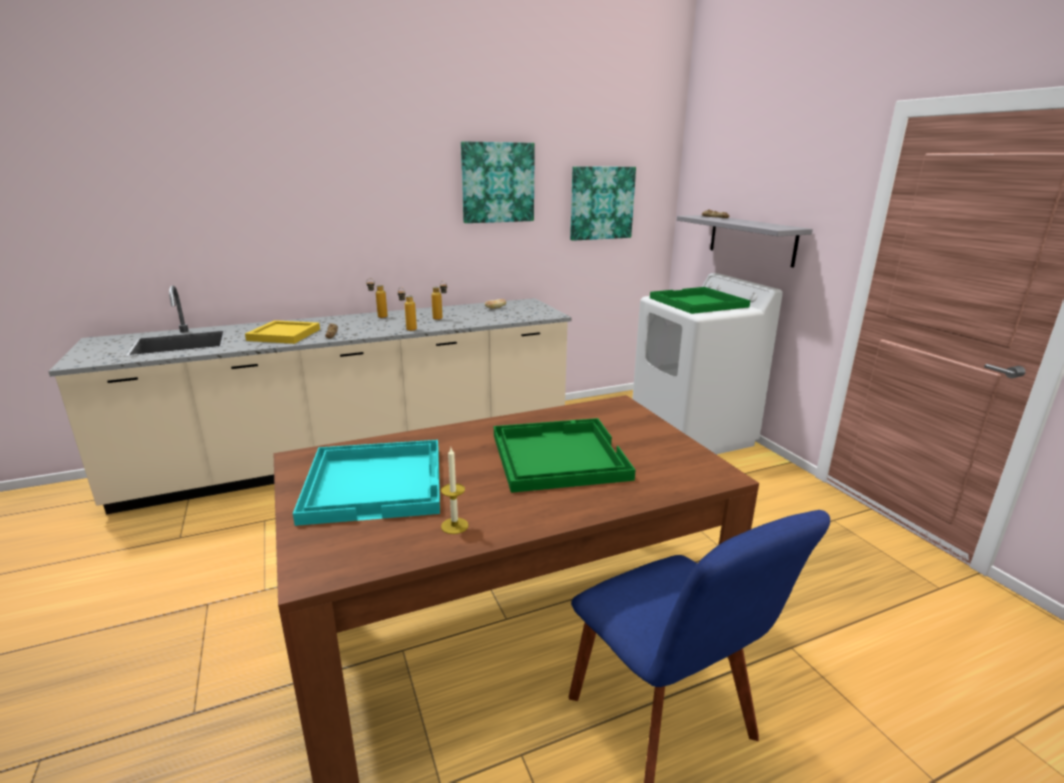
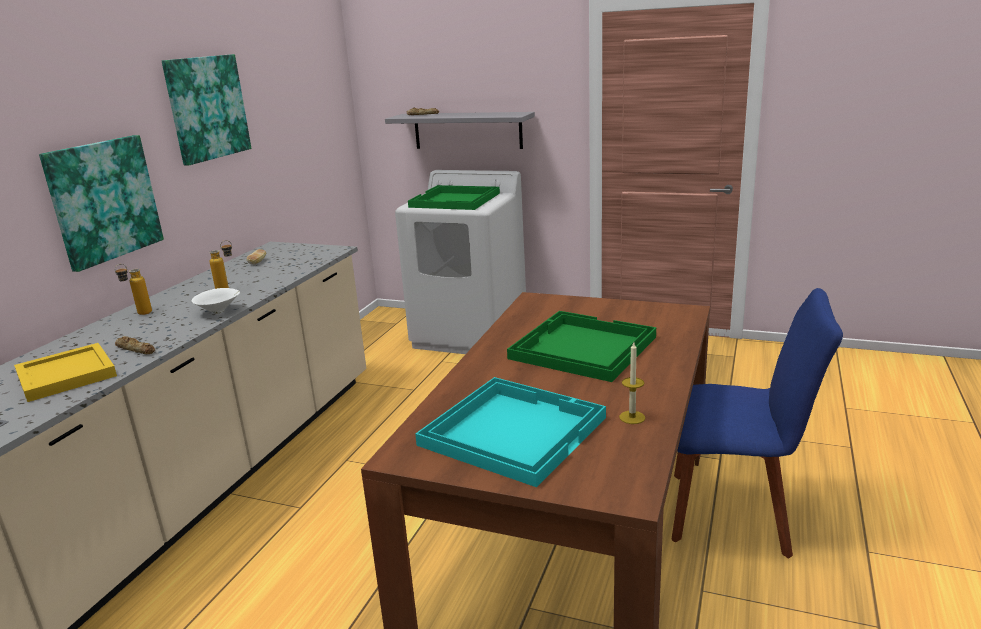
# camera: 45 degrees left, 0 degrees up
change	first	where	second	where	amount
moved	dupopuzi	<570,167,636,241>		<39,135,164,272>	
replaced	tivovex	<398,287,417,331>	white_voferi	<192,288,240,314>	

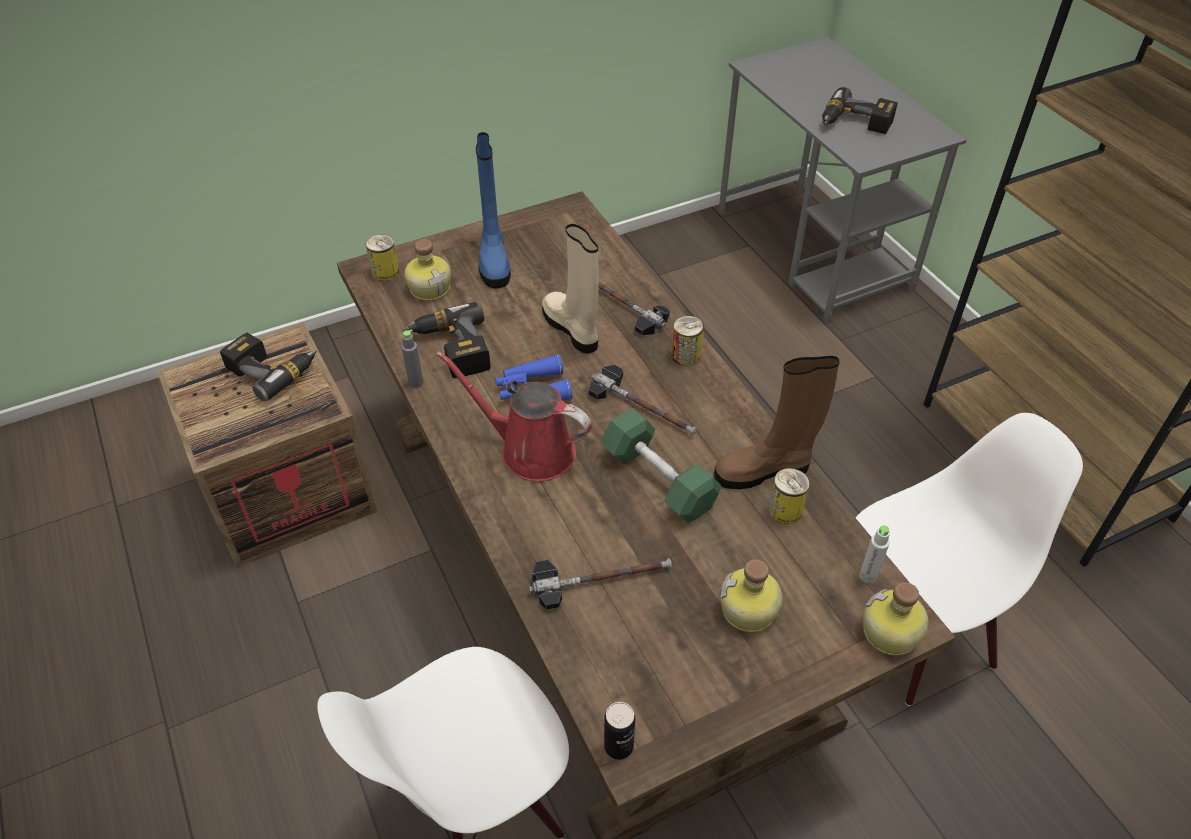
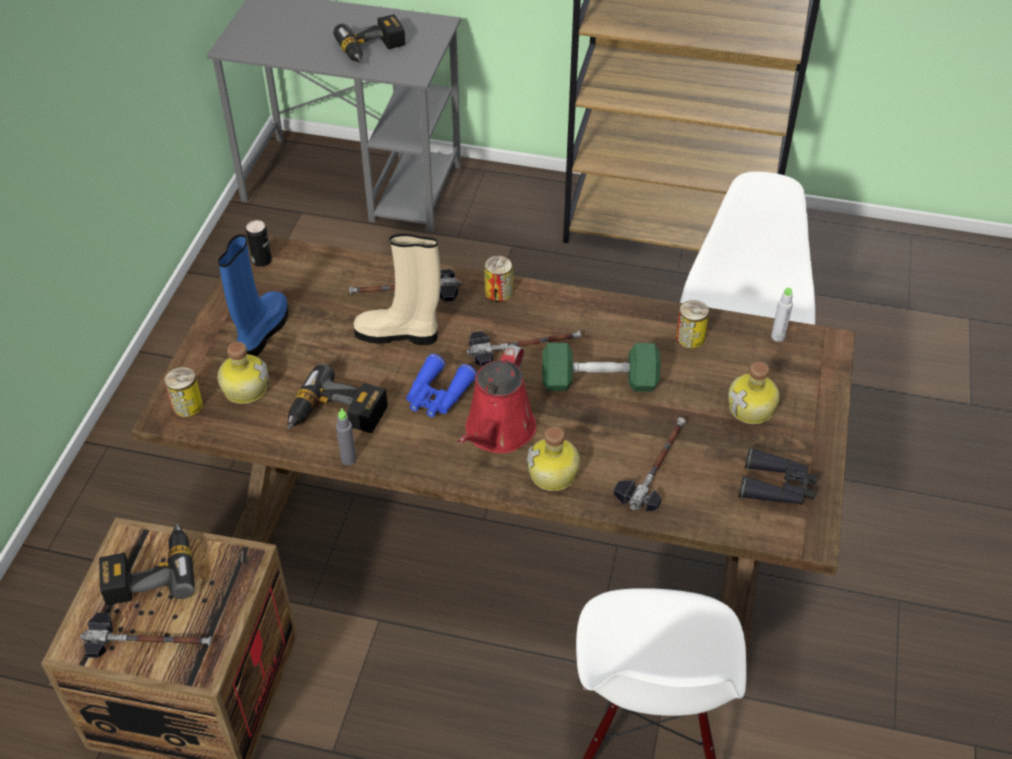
# camera: 50 degrees left, 0 degrees up
change	first	where	second	where	amount
added			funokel	<81,613,212,658>	
turned	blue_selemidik	<476,132,511,288>		<218,234,288,357>	105 degrees counterclockwise
moved	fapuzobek	<604,702,635,760>		<246,220,272,267>	
turned	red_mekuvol	<436,351,592,482>		<458,344,536,454>	45 degrees counterclockwise
moved	tivovex	<863,582,928,655>		<527,427,580,491>	
added			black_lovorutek	<739,448,818,505>	
removed	brown_selemidik	<714,356,840,489>			

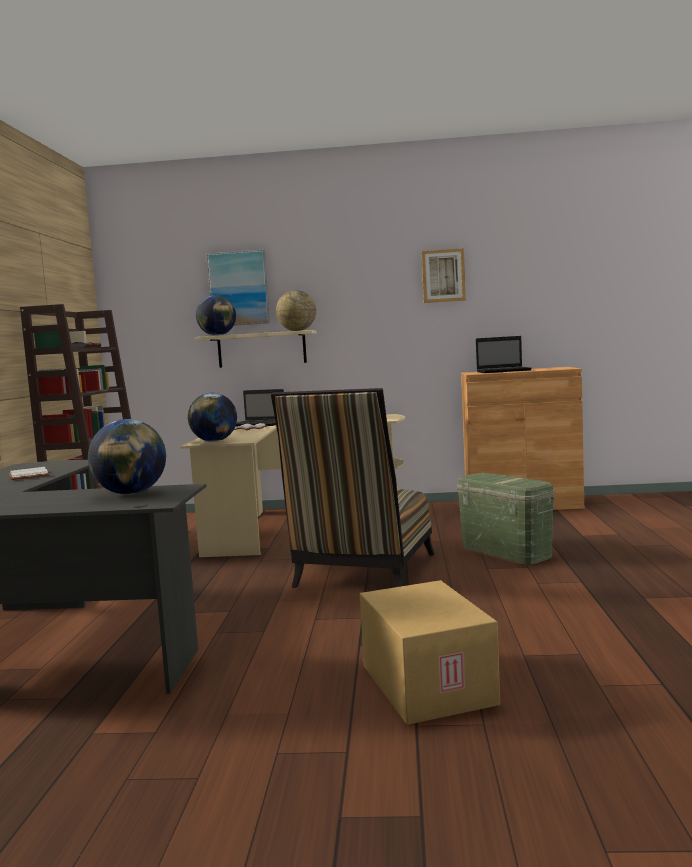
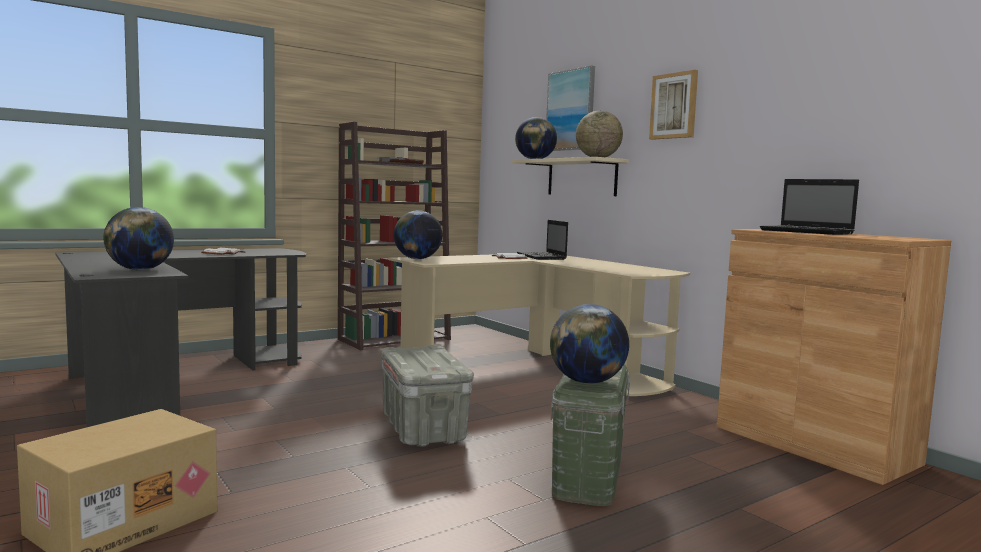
# camera: 50 degrees right, 0 degrees up
change	first	where	second	where	amount
replaced	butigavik	<271,388,435,588>	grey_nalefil	<381,345,474,447>	
added			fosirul	<550,304,629,384>	
moved	dupopuzi	<422,248,466,303>		<649,70,698,140>	

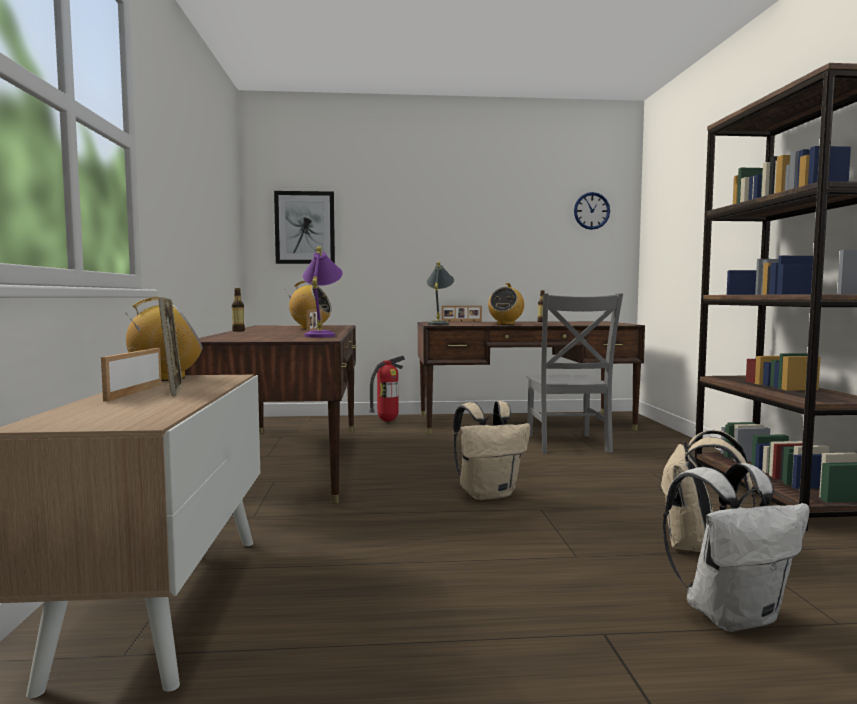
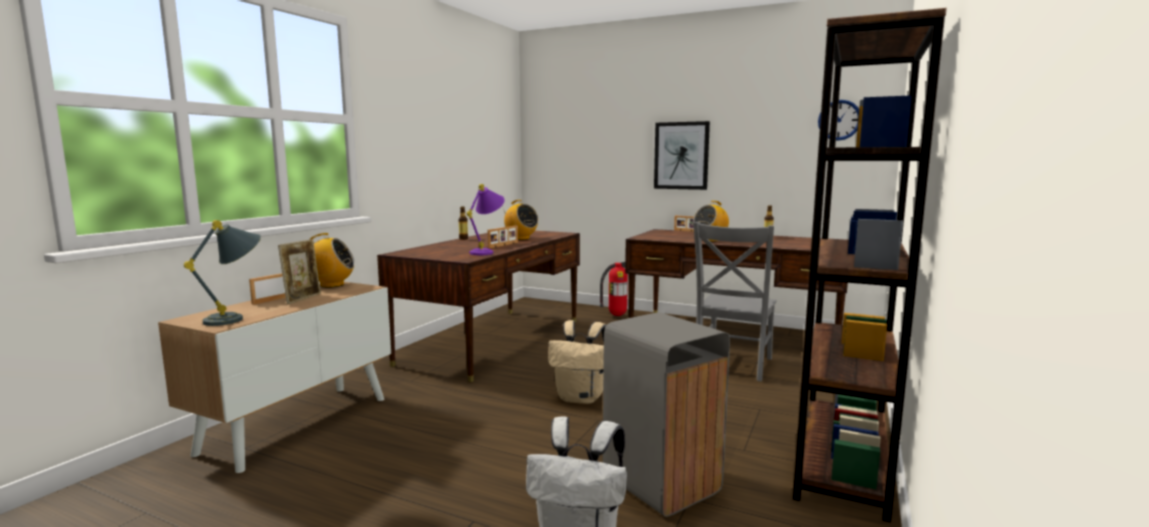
# camera: 30 degrees right, 5 degrees up
change	first	where	second	where	amount
moved	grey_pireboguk	<426,261,454,325>		<184,220,261,326>	
replaced	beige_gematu	<659,430,755,552>	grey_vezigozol	<603,312,730,517>	
moved	dupopuzi	<274,191,335,264>		<654,121,710,190>	

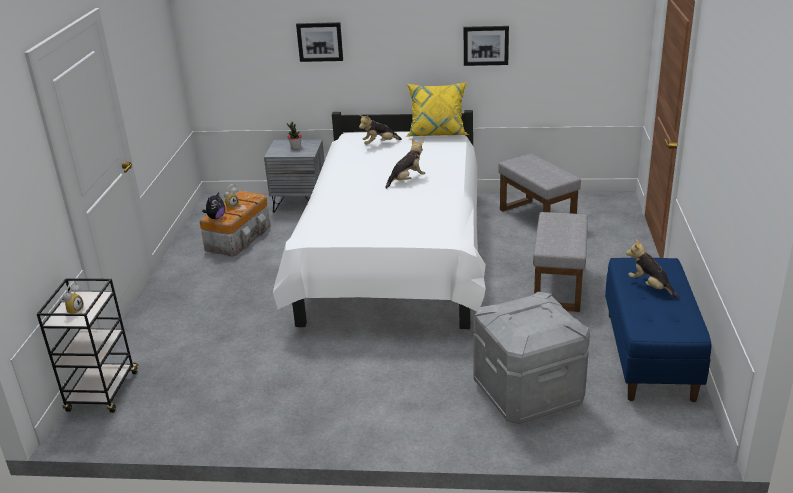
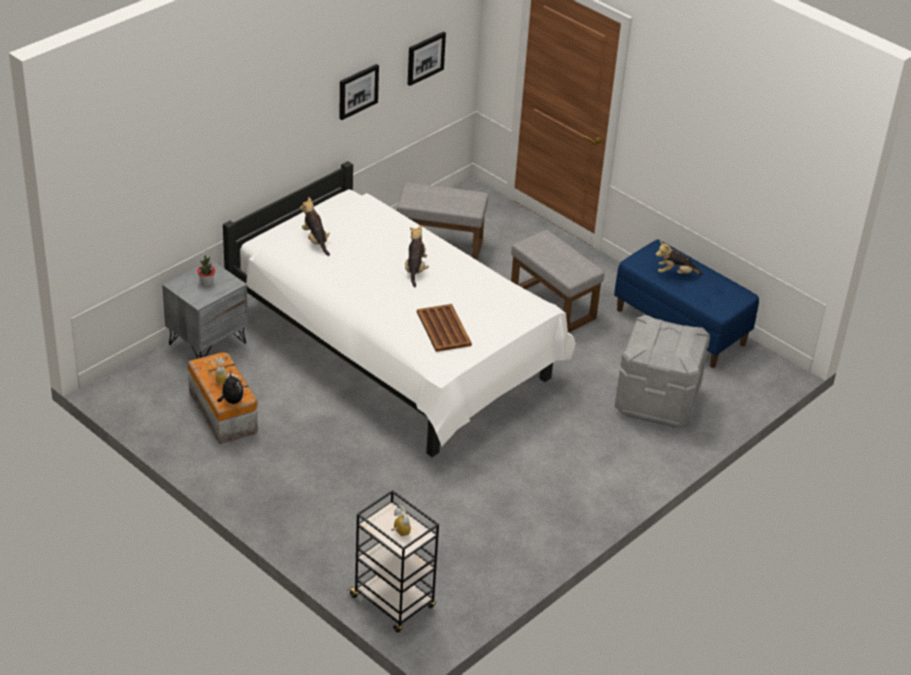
# camera: 55 degrees left, 10 degrees up
change	first	where	second	where	amount
turned	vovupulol	<359,115,402,145>		<300,197,330,256>	135 degrees clockwise
moved	dupopuzi	<296,22,343,62>		<408,32,446,86>	
added			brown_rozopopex	<417,304,472,352>	
removed	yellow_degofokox	<407,82,469,136>			

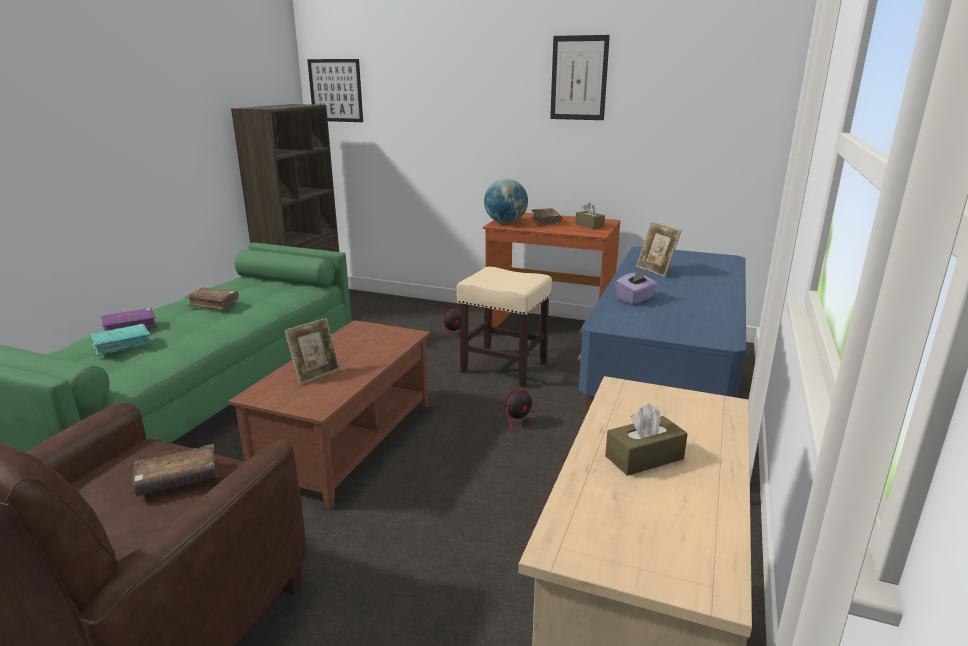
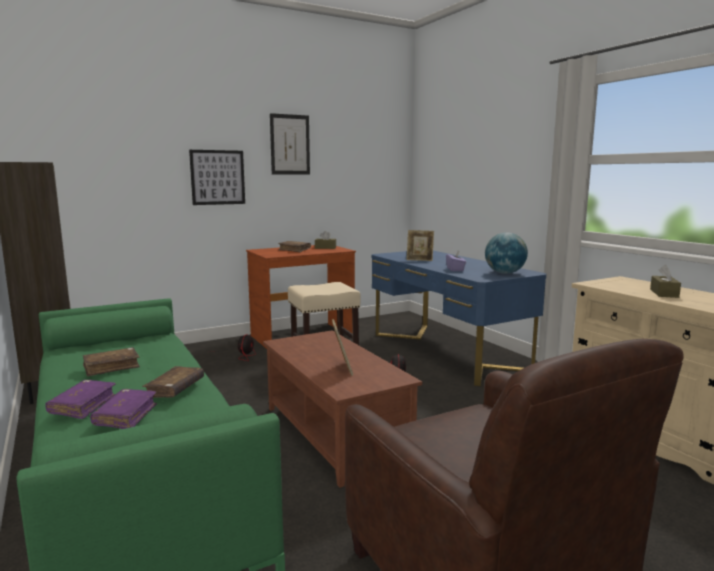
# camera: 50 degrees left, 10 degrees down
change	first	where	second	where	amount
recoloured	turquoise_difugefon	<90,324,152,356>	purple_difugefon	<90,389,157,429>	
moved	brown_difugefon	<132,444,218,496>		<142,366,204,398>	
moved	dupopuzi	<307,59,363,122>		<189,150,245,205>	
moved	fosirul	<484,179,528,224>		<485,232,528,274>	

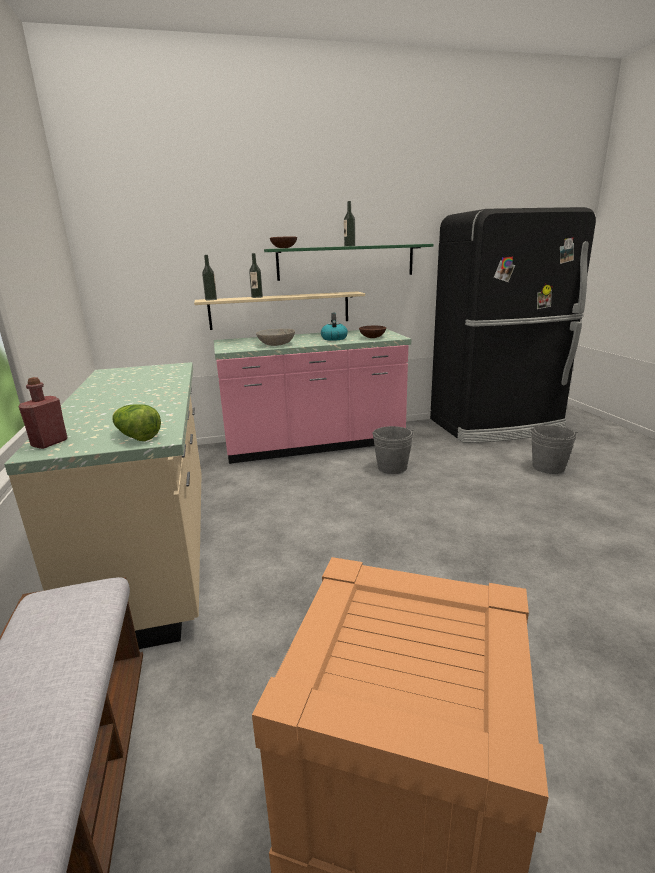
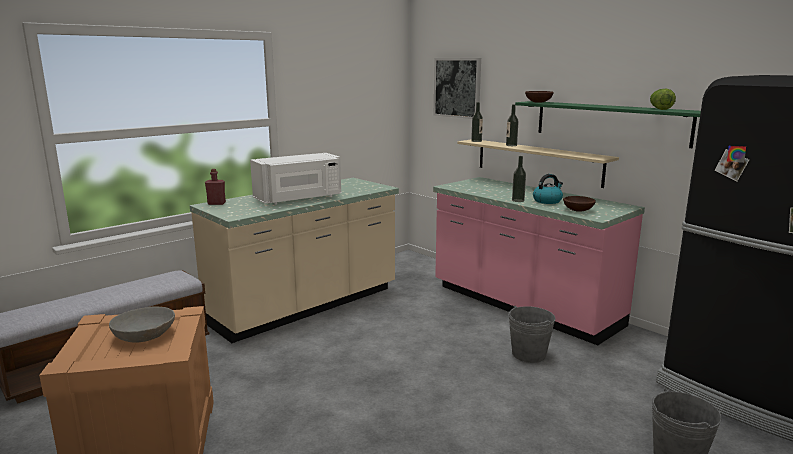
# camera: 60 degrees right, 5 degrees down
change	first	where	second	where	amount
moved	grey_voferi	<256,329,295,346>		<109,307,175,343>	
added			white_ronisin	<250,153,341,205>	
added			dupopuzi	<434,58,481,119>	
moved	tivovex	<344,201,355,246>		<512,156,526,202>	
moved	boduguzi	<113,404,161,441>		<650,89,676,110>	

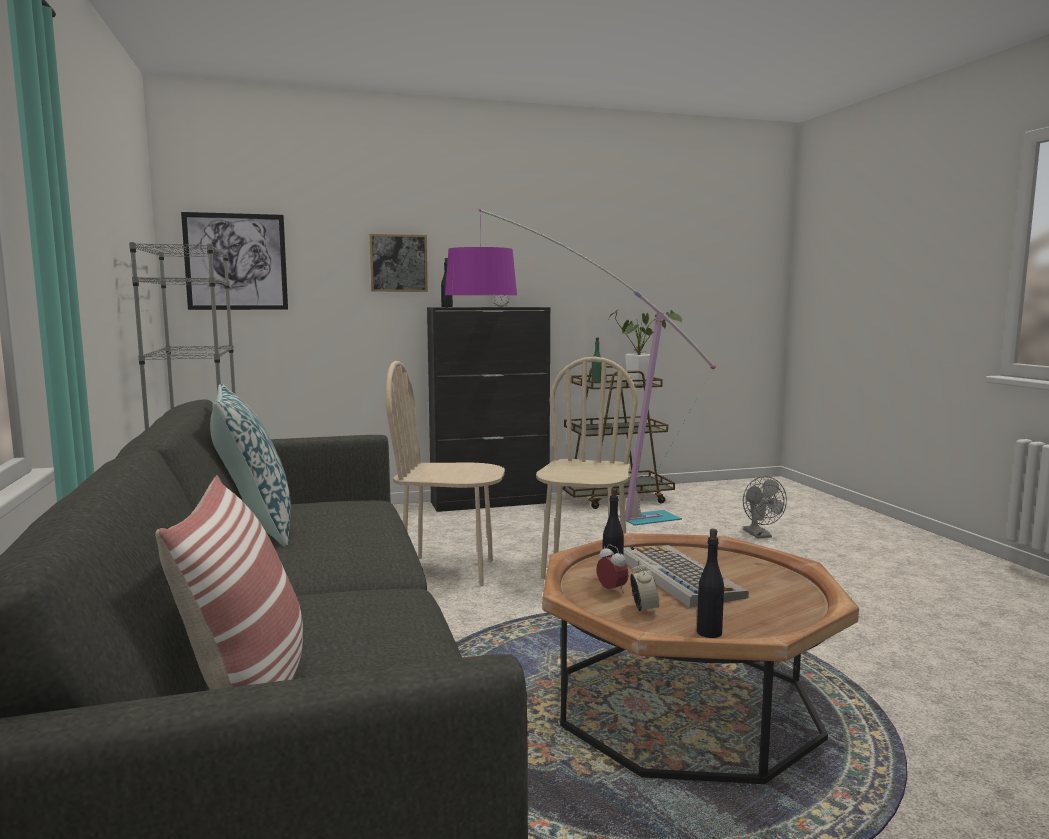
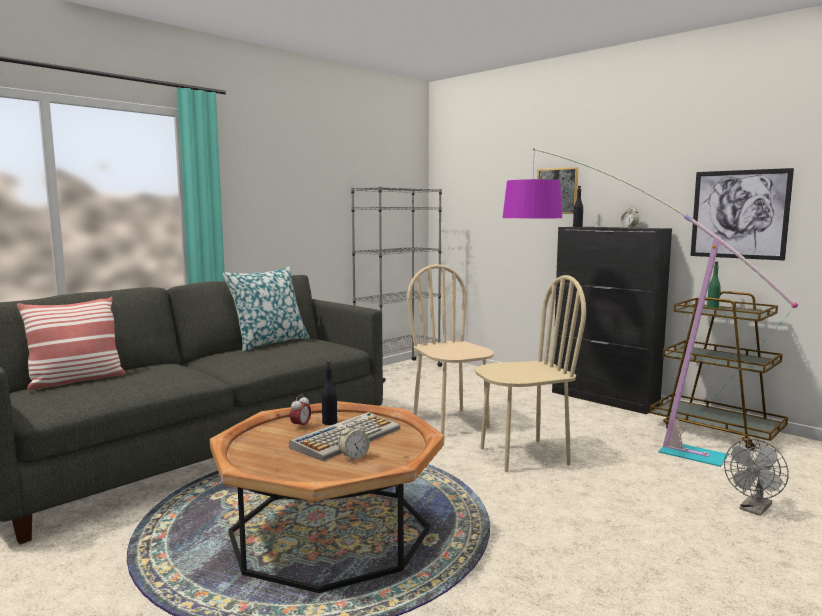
# camera: 60 degrees right, 0 degrees up
change	first	where	second	where	amount
moved	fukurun	<631,560,659,614>		<339,421,370,461>	
moved	dupopuzi	<181,212,288,310>		<690,168,794,260>	
removed	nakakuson	<608,309,682,385>			
removed	black_tivovex	<697,529,724,638>			

